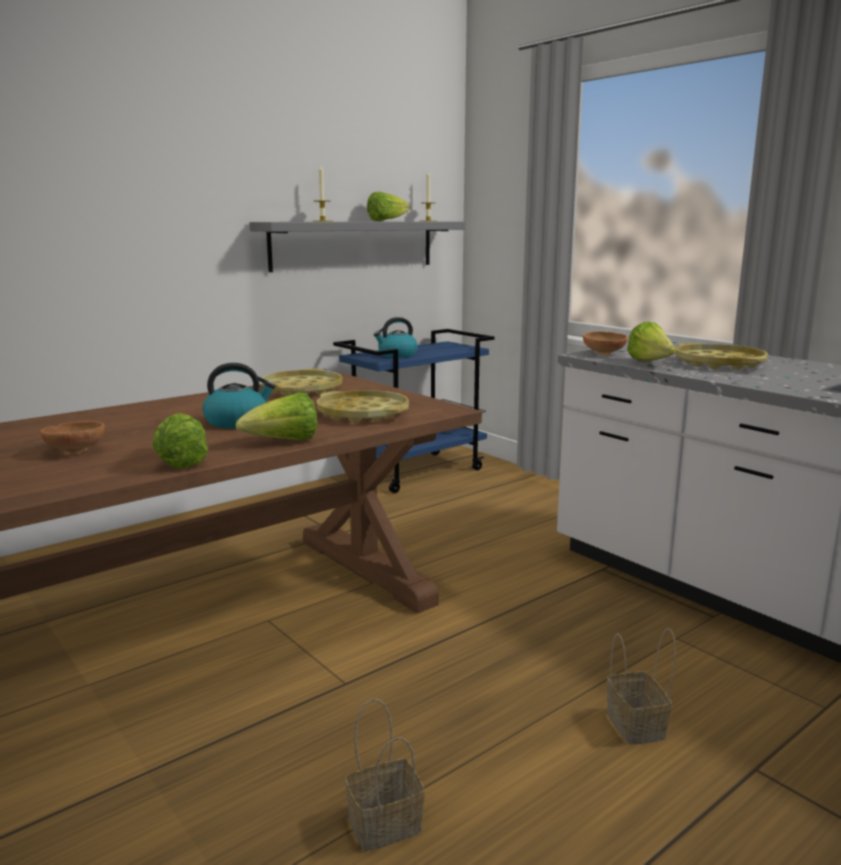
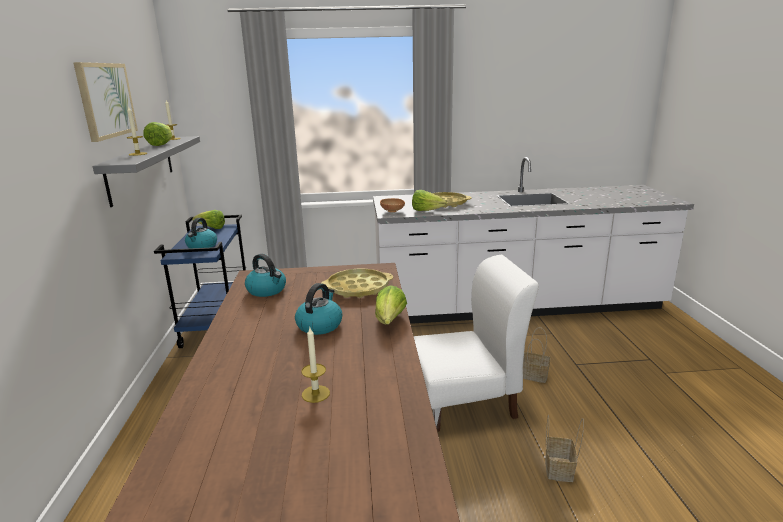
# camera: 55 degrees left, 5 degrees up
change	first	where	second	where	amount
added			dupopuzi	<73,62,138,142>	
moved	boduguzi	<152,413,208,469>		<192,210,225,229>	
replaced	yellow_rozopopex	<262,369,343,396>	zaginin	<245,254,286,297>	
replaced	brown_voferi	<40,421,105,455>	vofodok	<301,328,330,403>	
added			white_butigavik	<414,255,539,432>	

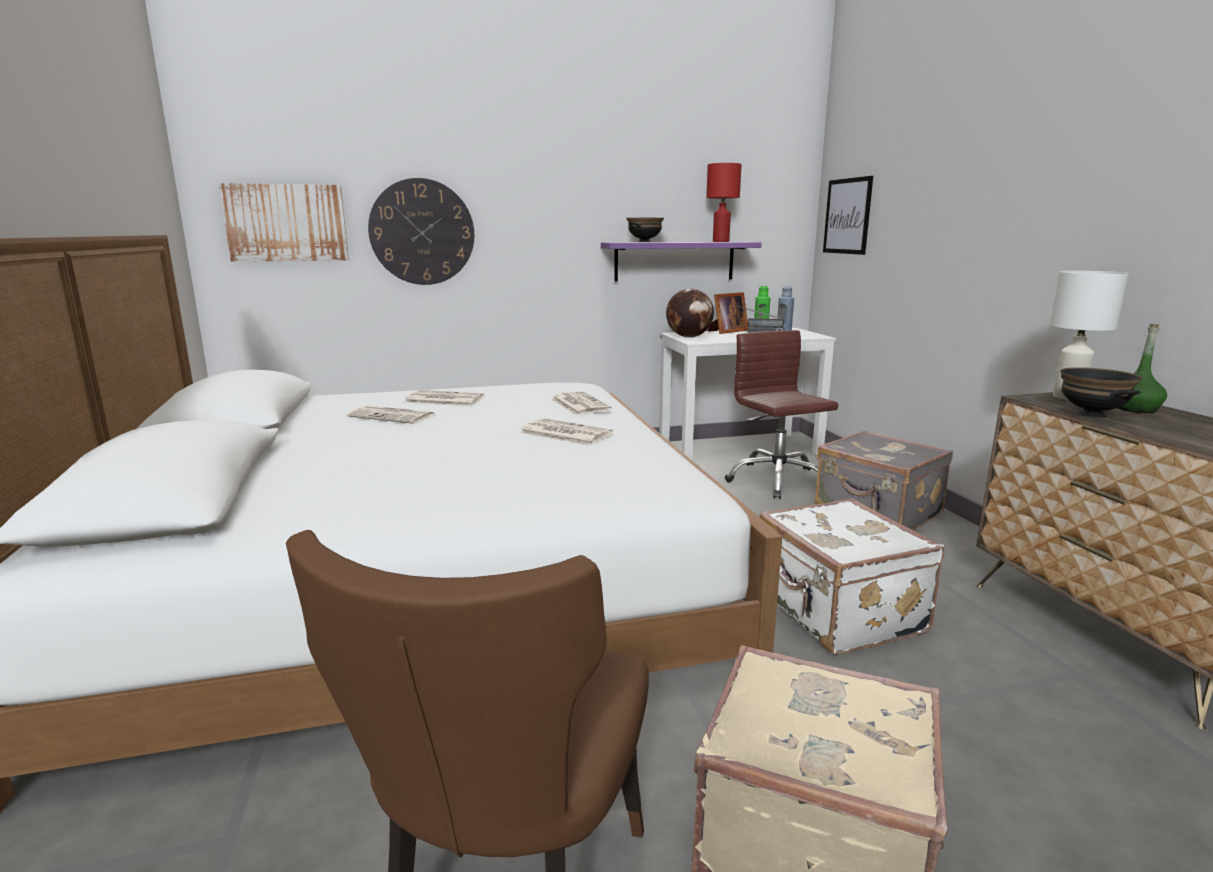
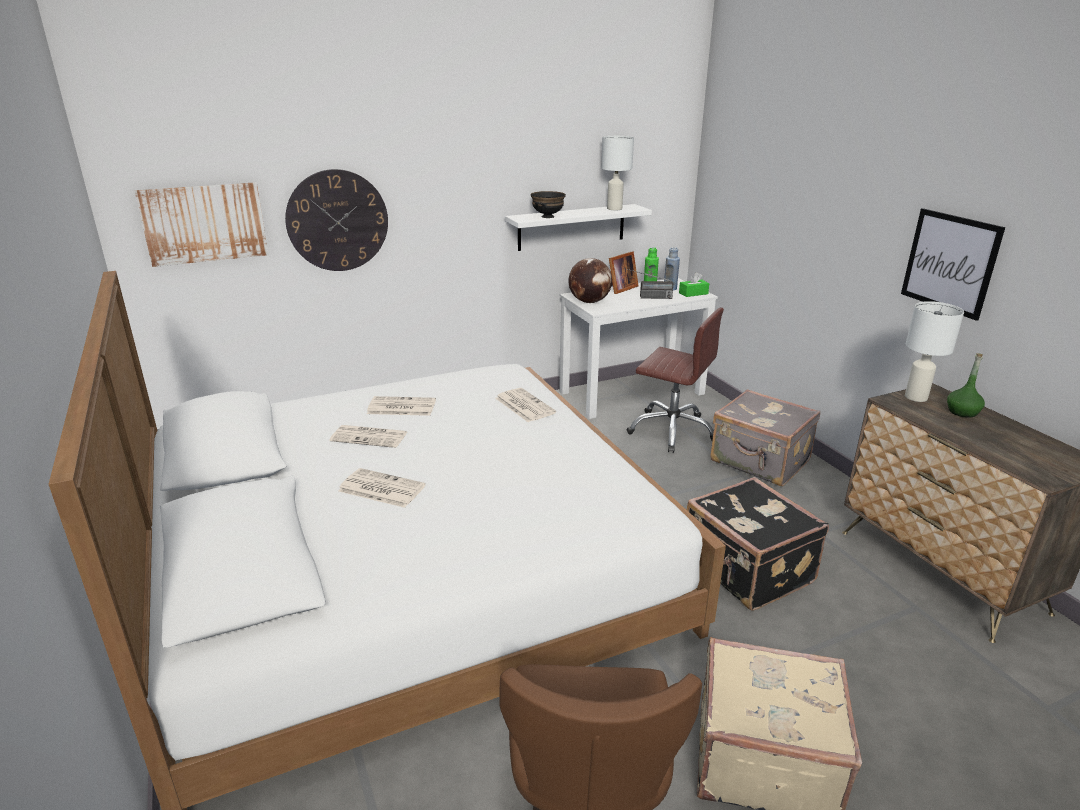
# camera: 10 degrees left, 10 degrees up
change	first	where	second	where	amount
moved	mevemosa	<519,418,613,446>		<338,468,426,508>	
recoloured	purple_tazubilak	<601,242,762,282>	white_tazubilak	<505,204,652,251>	
recoloured	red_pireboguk	<706,163,742,242>	white_pireboguk	<601,136,634,210>	
turned	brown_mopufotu	<725,330,838,499>		<626,308,724,453>	150 degrees clockwise
added			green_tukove	<679,272,709,297>	
recoloured	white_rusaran	<759,499,945,655>	black_rusaran	<687,477,829,611>	
moved	dupopuzi	<823,176,873,255>		<901,208,1005,321>	
removed	black_voferi	<1060,367,1142,418>			

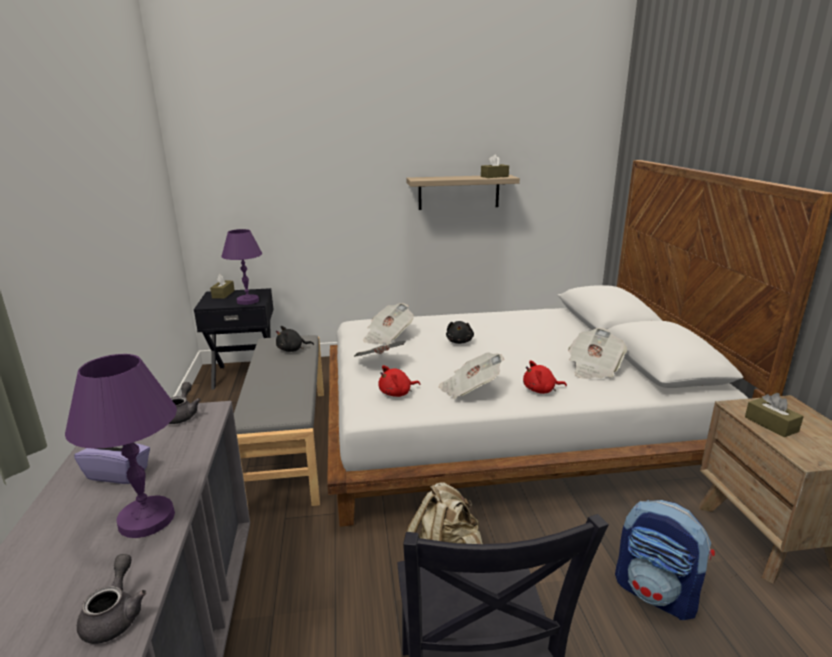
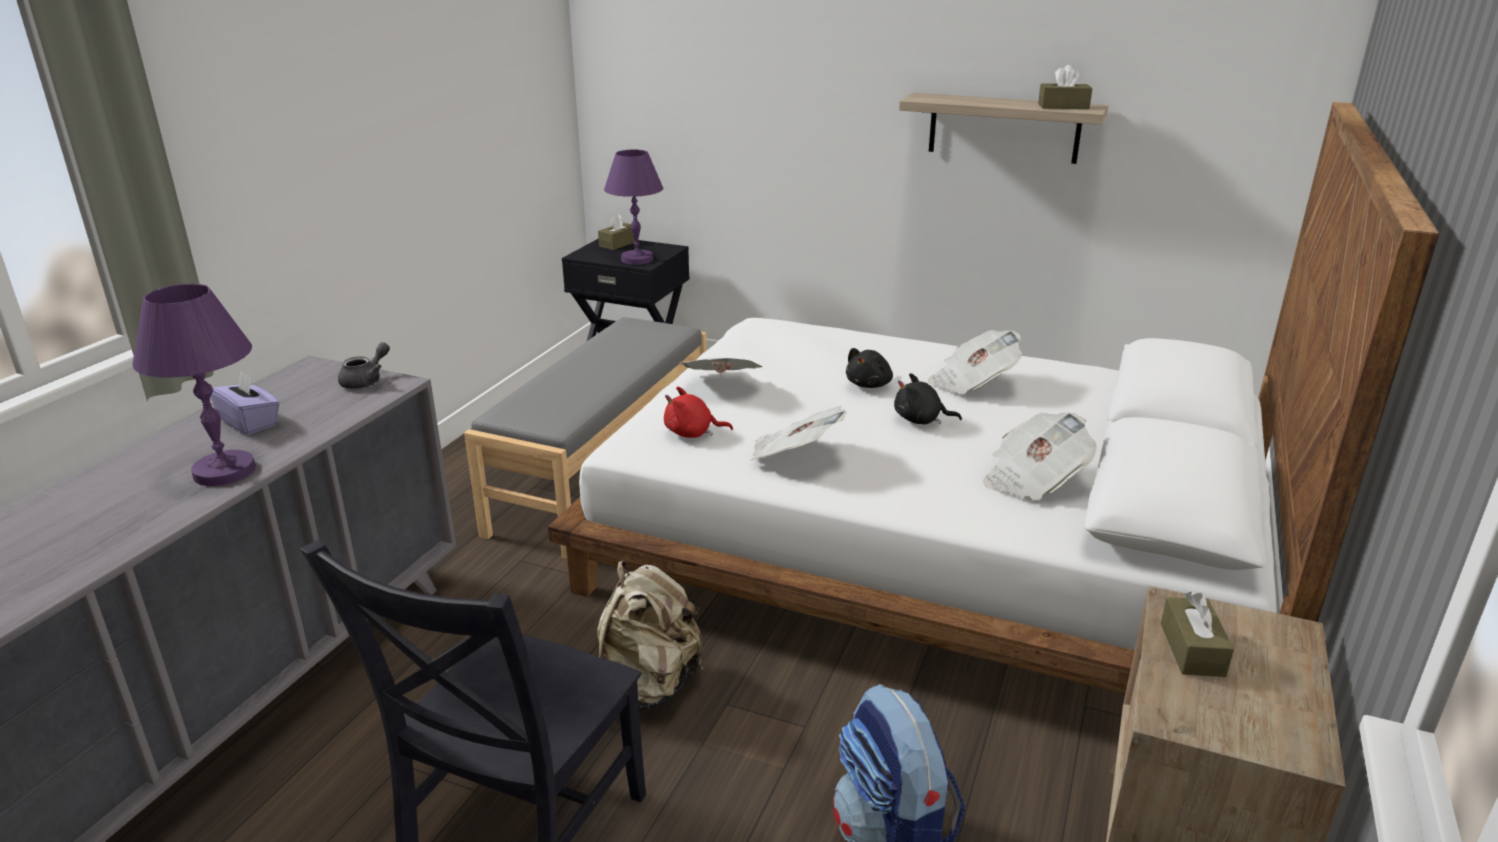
# camera: 30 degrees right, 5 degrees up
change	first	where	second	where	amount
moved	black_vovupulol	<276,326,314,352>		<894,373,962,424>	
moved	mevemosa	<363,303,414,344>		<928,330,1022,395>	
removed	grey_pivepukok	<77,554,146,644>			
removed	red_vovupulol	<523,360,567,394>			

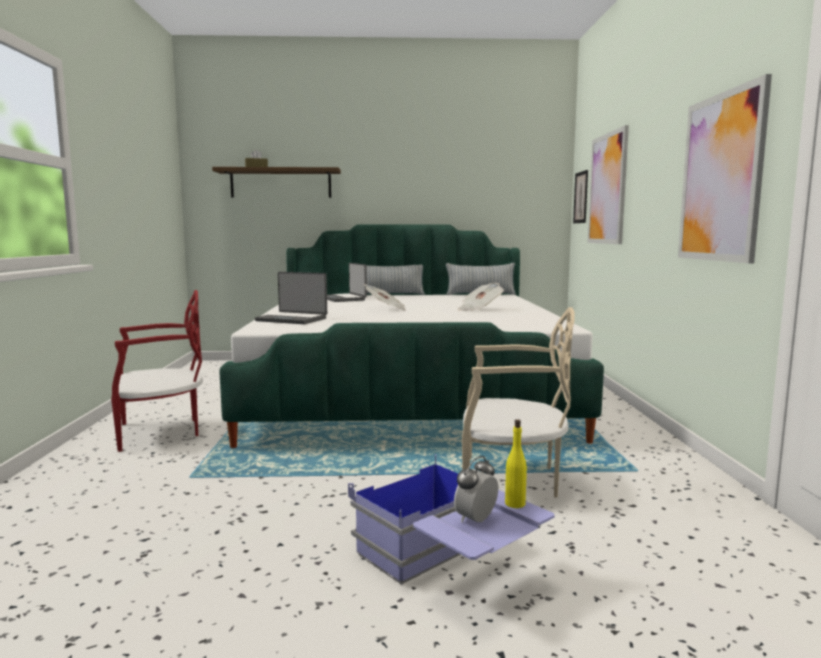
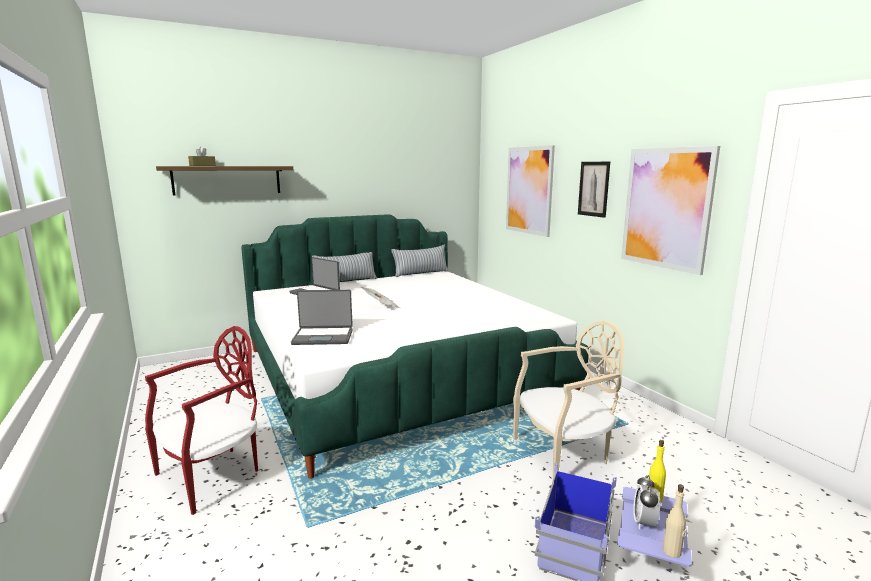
# camera: 25 degrees left, 5 degrees up
change	first	where	second	where	amount
moved	dupopuzi	<573,170,588,223>		<578,162,610,218>	
added			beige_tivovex	<662,484,686,558>	
removed	mevemosa	<458,283,504,311>			

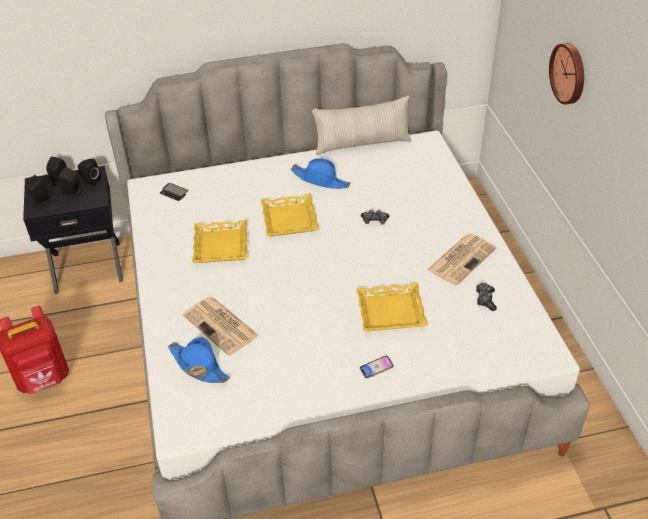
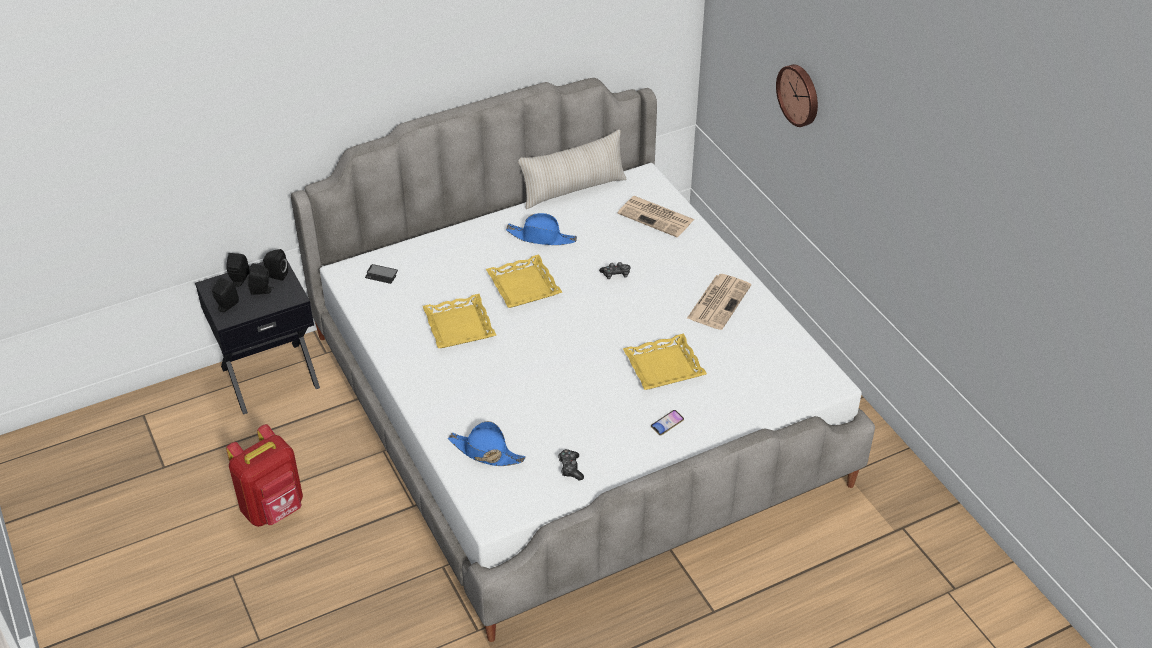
# camera: 15 degrees left, 0 degrees up
change	first	where	second	where	amount
moved	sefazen	<476,283,497,311>		<558,449,584,481>	
moved	mevemosa	<183,297,259,356>		<618,196,694,237>	

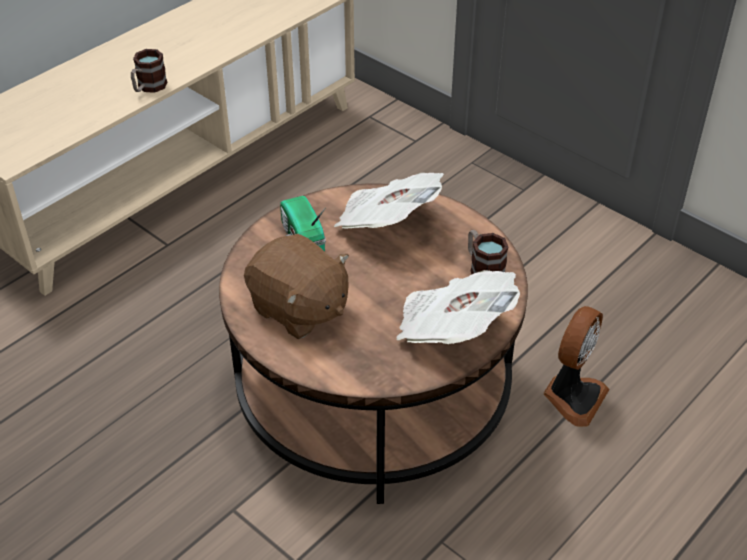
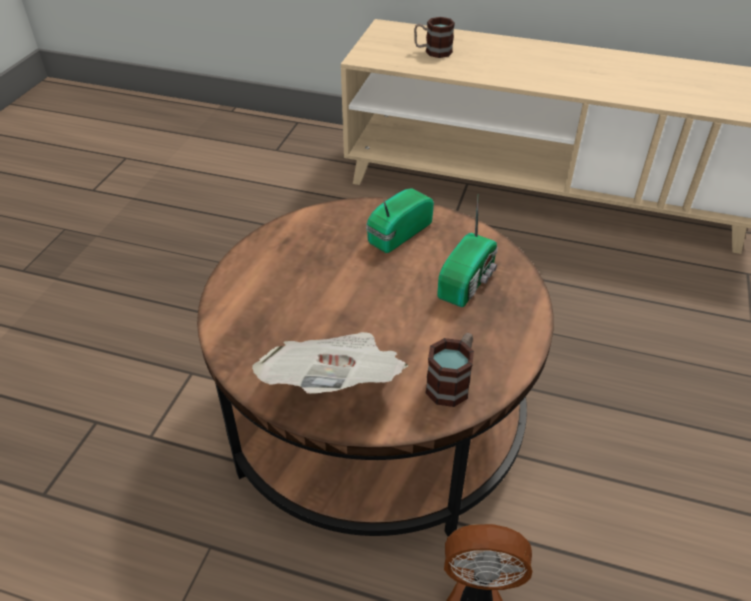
# camera: 65 degrees right, 0 degrees up
change	first	where	second	where	amount
moved	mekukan	<131,49,167,93>		<414,17,455,58>	
replaced	mevemosa	<334,173,444,229>	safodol	<437,196,498,307>	
removed	brown_vovupulol	<244,234,349,339>			

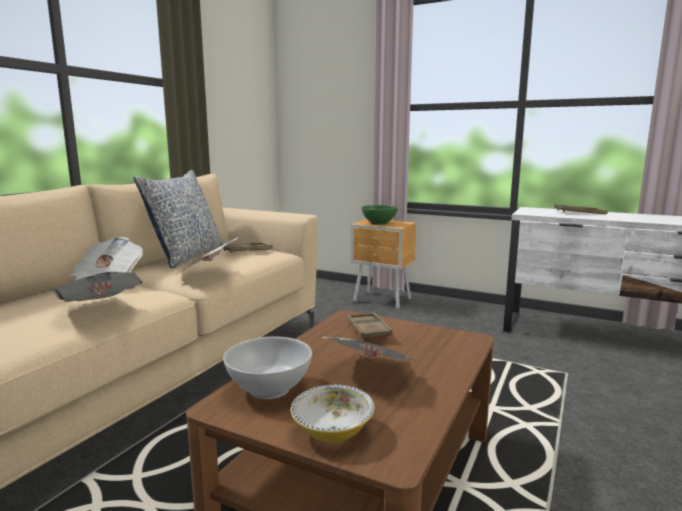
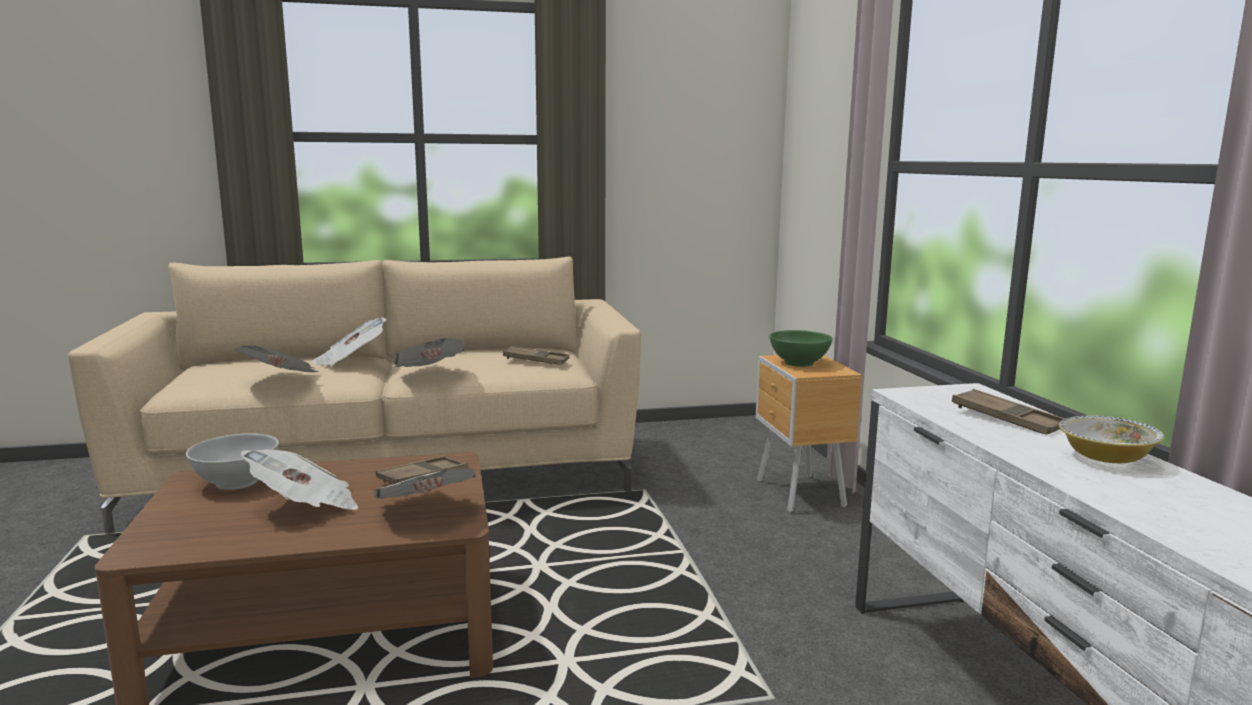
# camera: 50 degrees right, 0 degrees up
change	first	where	second	where	amount
added			mevemosa	<374,468,476,499>	
moved	voferi	<291,385,375,442>		<1059,416,1164,463>	
removed	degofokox	<134,170,223,268>			

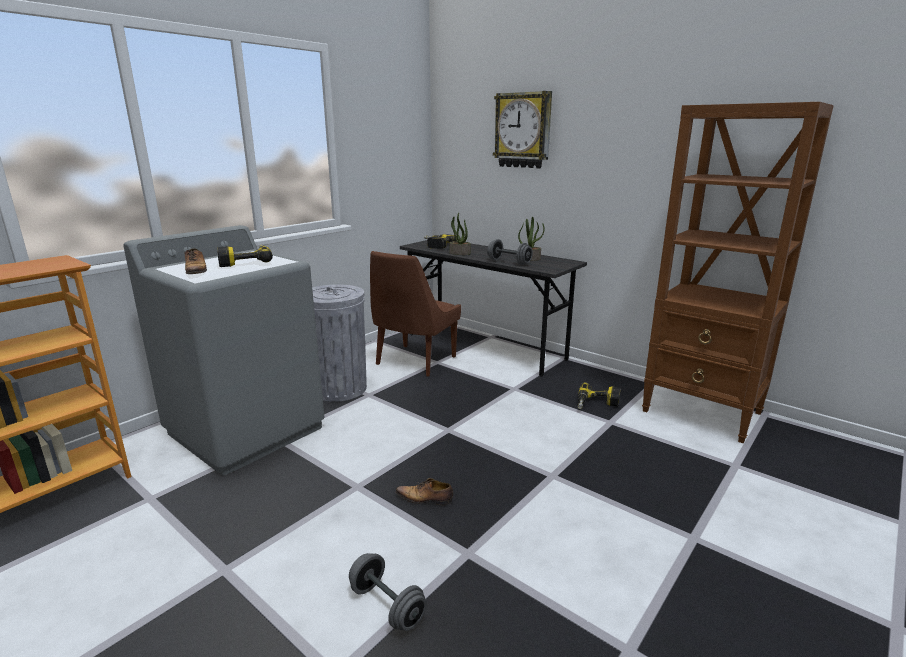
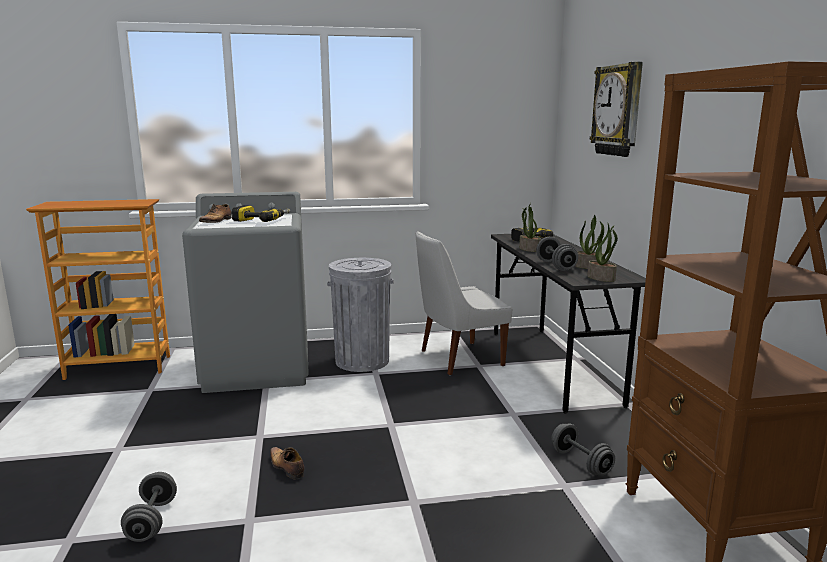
# camera: 40 degrees right, 5 degrees down
change	first	where	second	where	amount
recoloured	brown_butigavik	<370,251,461,376>	white_butigavik	<416,231,513,375>	
replaced	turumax	<577,383,621,409>	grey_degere	<551,423,615,475>	
added			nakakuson	<587,224,618,282>	

